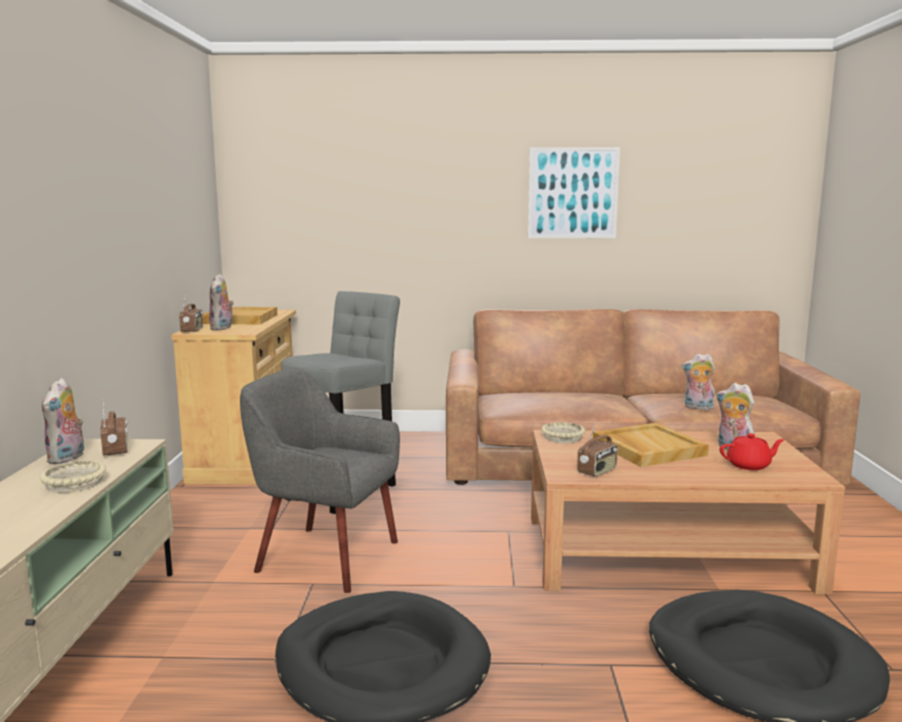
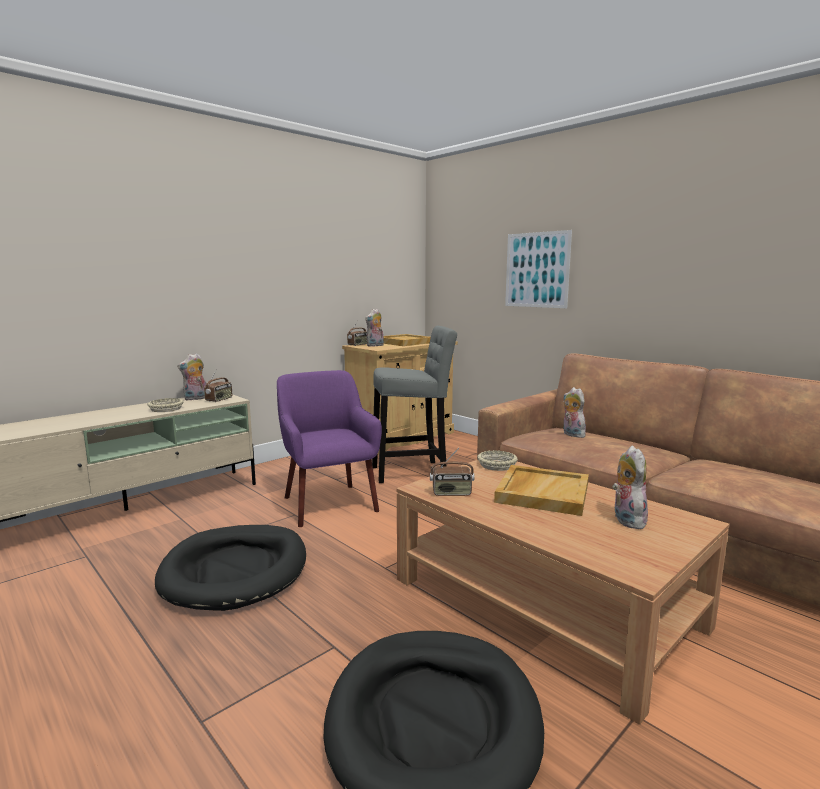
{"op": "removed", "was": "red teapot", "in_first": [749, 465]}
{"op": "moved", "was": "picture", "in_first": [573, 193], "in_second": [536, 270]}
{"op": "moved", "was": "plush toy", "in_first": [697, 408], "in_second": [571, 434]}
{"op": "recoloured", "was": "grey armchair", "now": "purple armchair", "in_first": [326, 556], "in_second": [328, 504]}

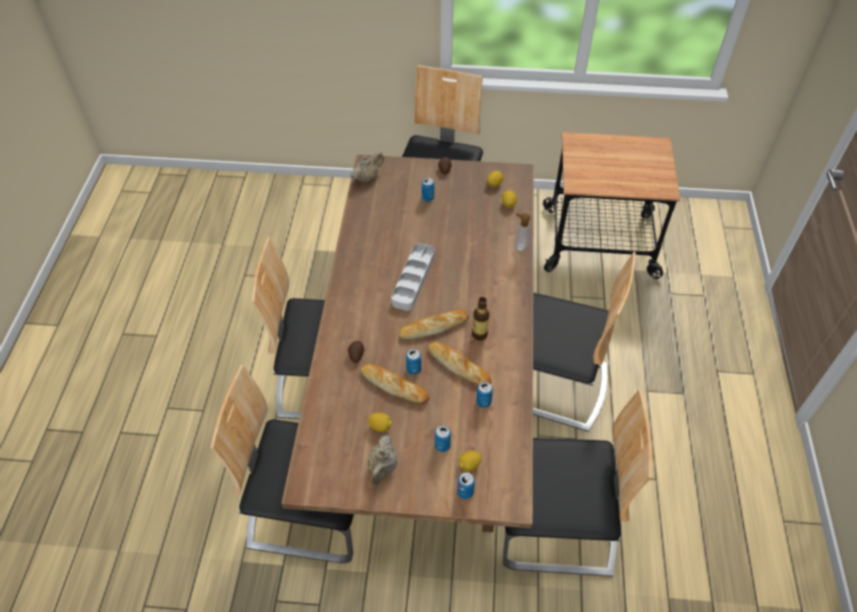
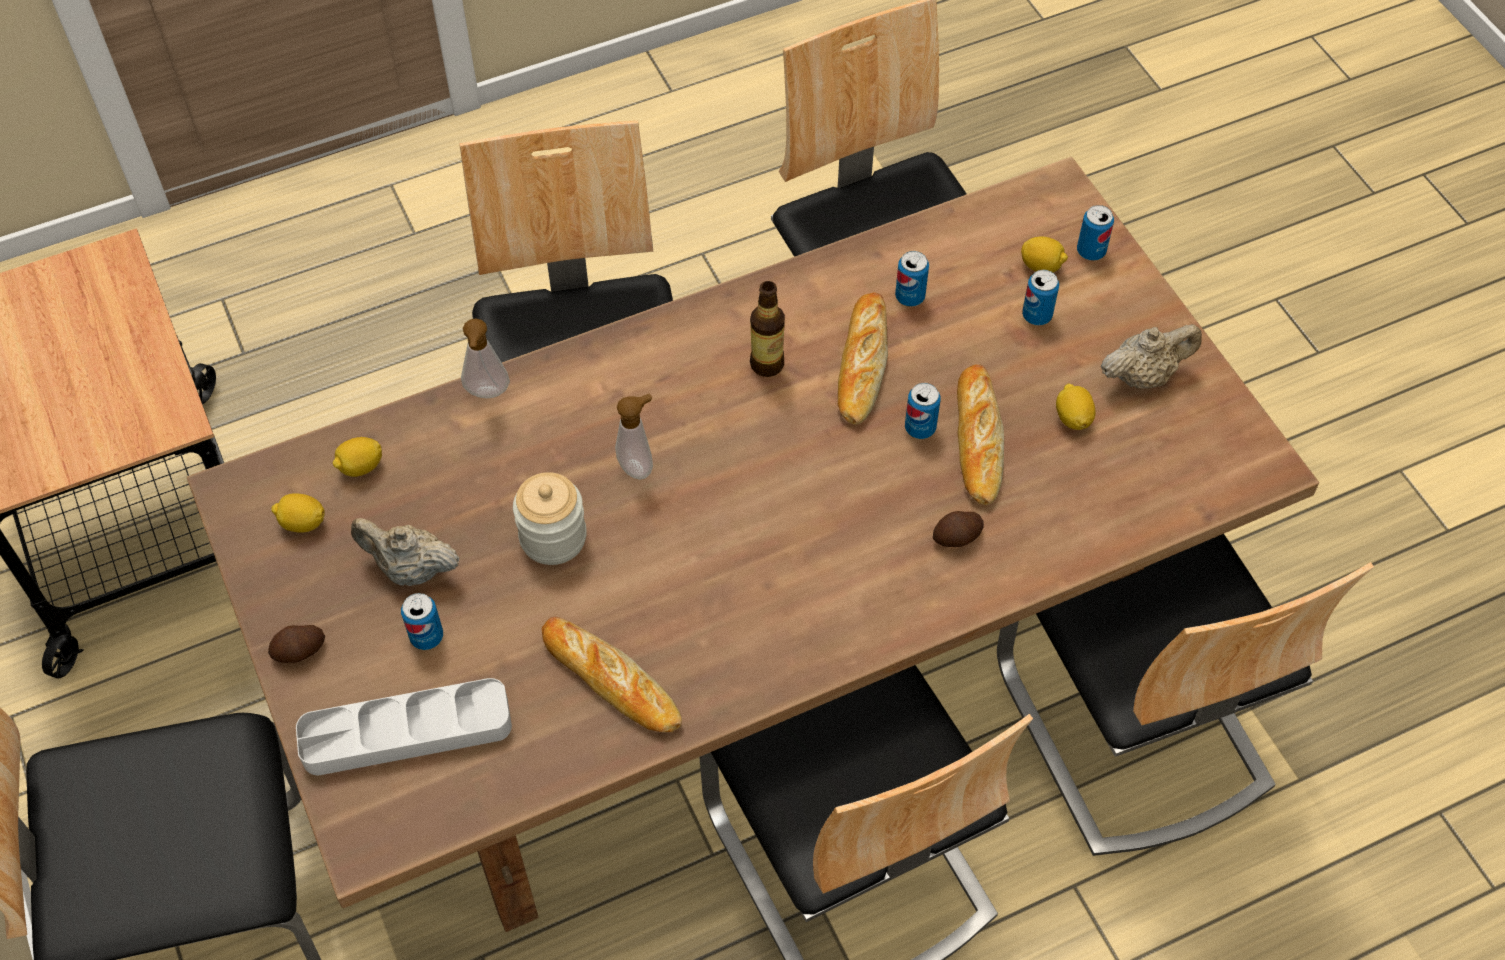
{"op": "added", "now": "jar", "in_second": [553, 537]}
{"op": "added", "now": "soap dispenser", "in_second": [638, 466]}
{"op": "moved", "was": "beige teapot", "in_first": [367, 177], "in_second": [410, 569]}
{"op": "moved", "was": "grey tray", "in_first": [413, 279], "in_second": [406, 732]}
{"op": "moved", "was": "bread", "in_first": [433, 327], "in_second": [611, 680]}

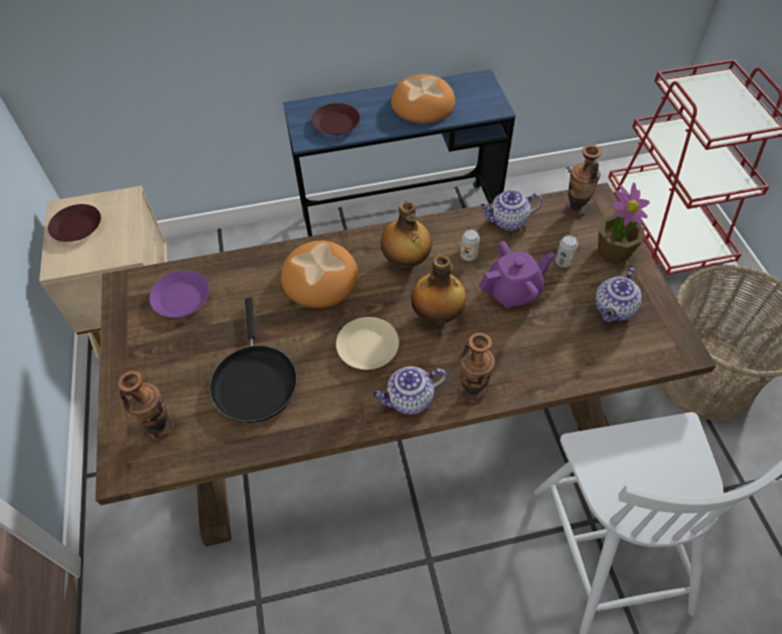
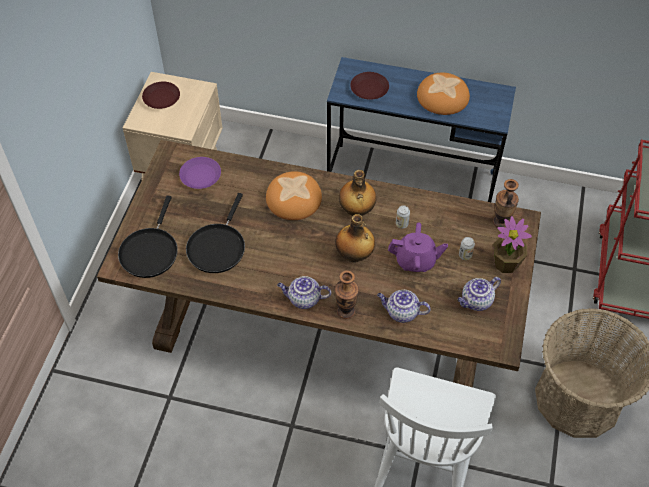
{"op": "removed", "was": "beige plate", "in_first": [368, 347]}
{"op": "moved", "was": "teapot", "in_first": [507, 221], "in_second": [401, 312]}
{"op": "replaced", "was": "vase", "now": "black frying pan", "in_first": [160, 427], "in_second": [150, 251]}

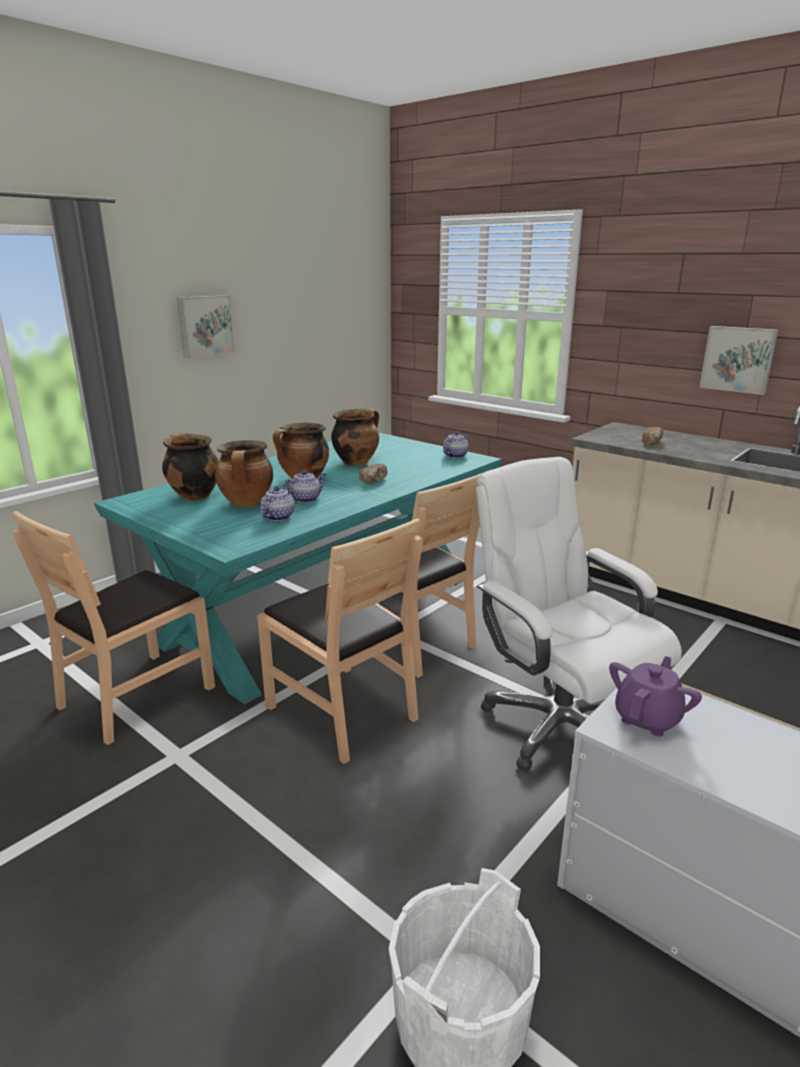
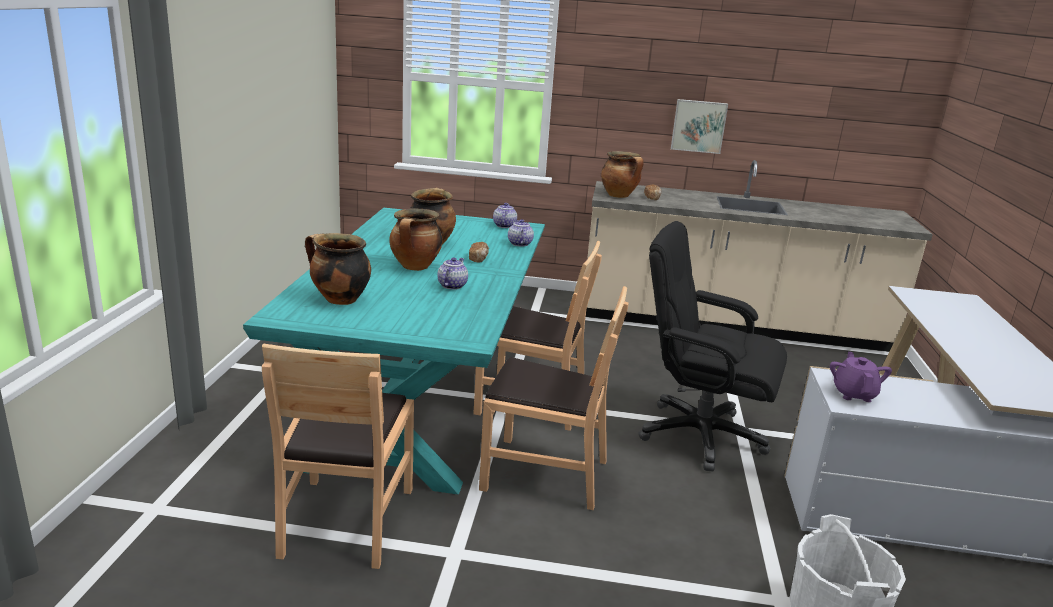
{"op": "removed", "was": "picture", "in_first": [205, 325]}
{"op": "moved", "was": "cooking pot", "in_first": [247, 504], "in_second": [619, 196]}
{"op": "moved", "was": "teapot", "in_first": [278, 517], "in_second": [519, 243]}
{"op": "recoloured", "was": "white office chair", "now": "black office chair", "in_first": [559, 725], "in_second": [699, 435]}

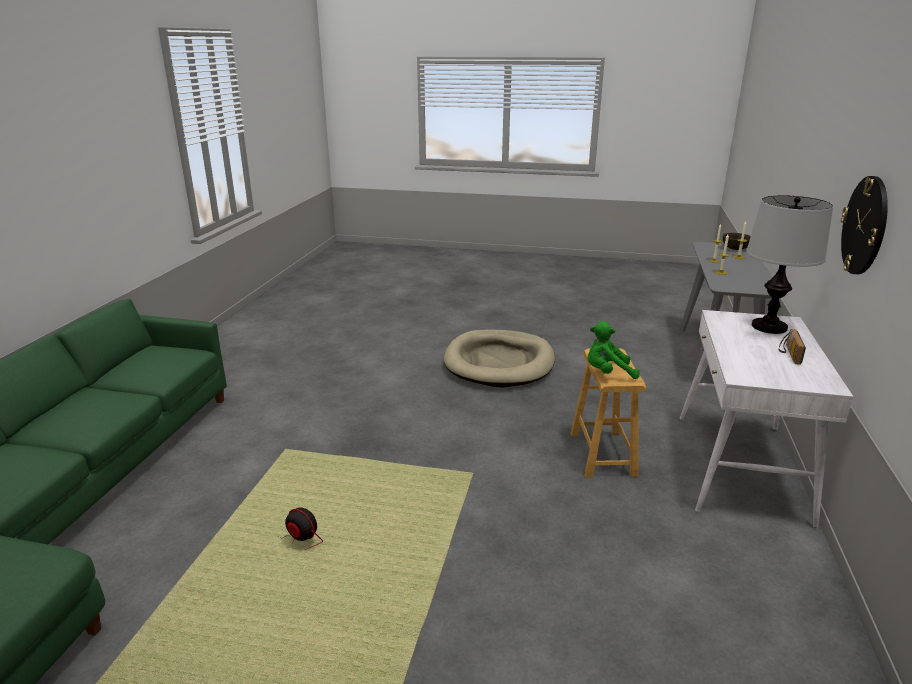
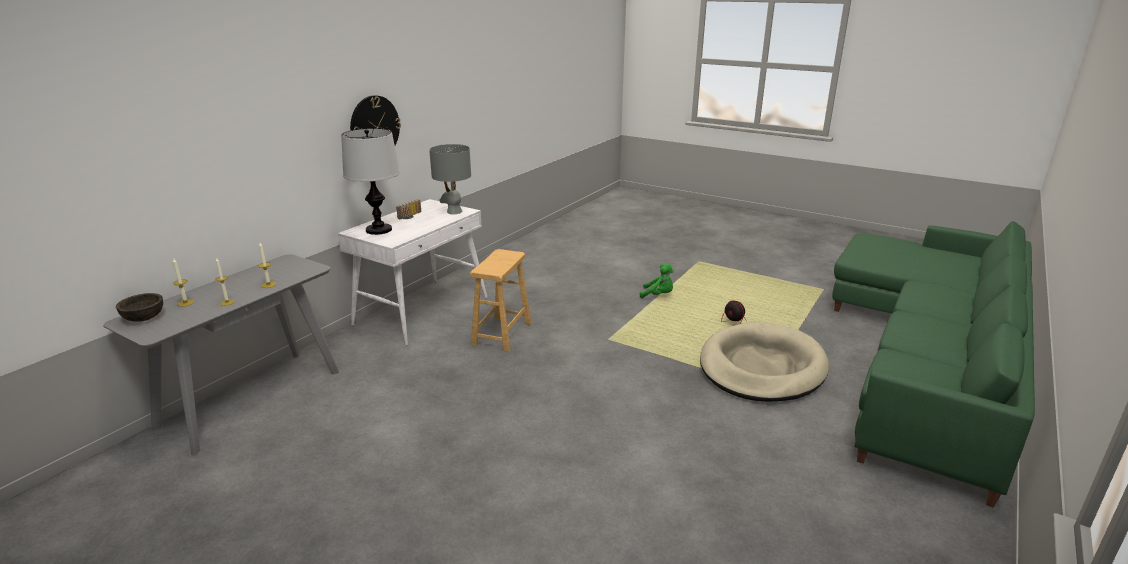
{"op": "added", "now": "grey table lamp", "in_second": [454, 211]}
{"op": "moved", "was": "beige dog bed", "in_first": [499, 362], "in_second": [761, 367]}
{"op": "moved", "was": "green plush toy", "in_first": [608, 373], "in_second": [658, 295]}

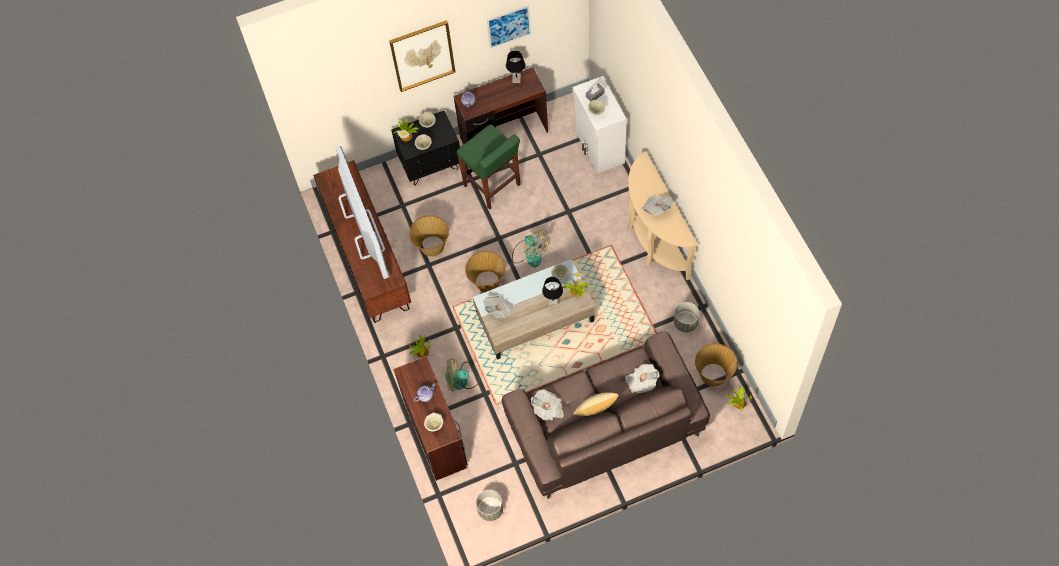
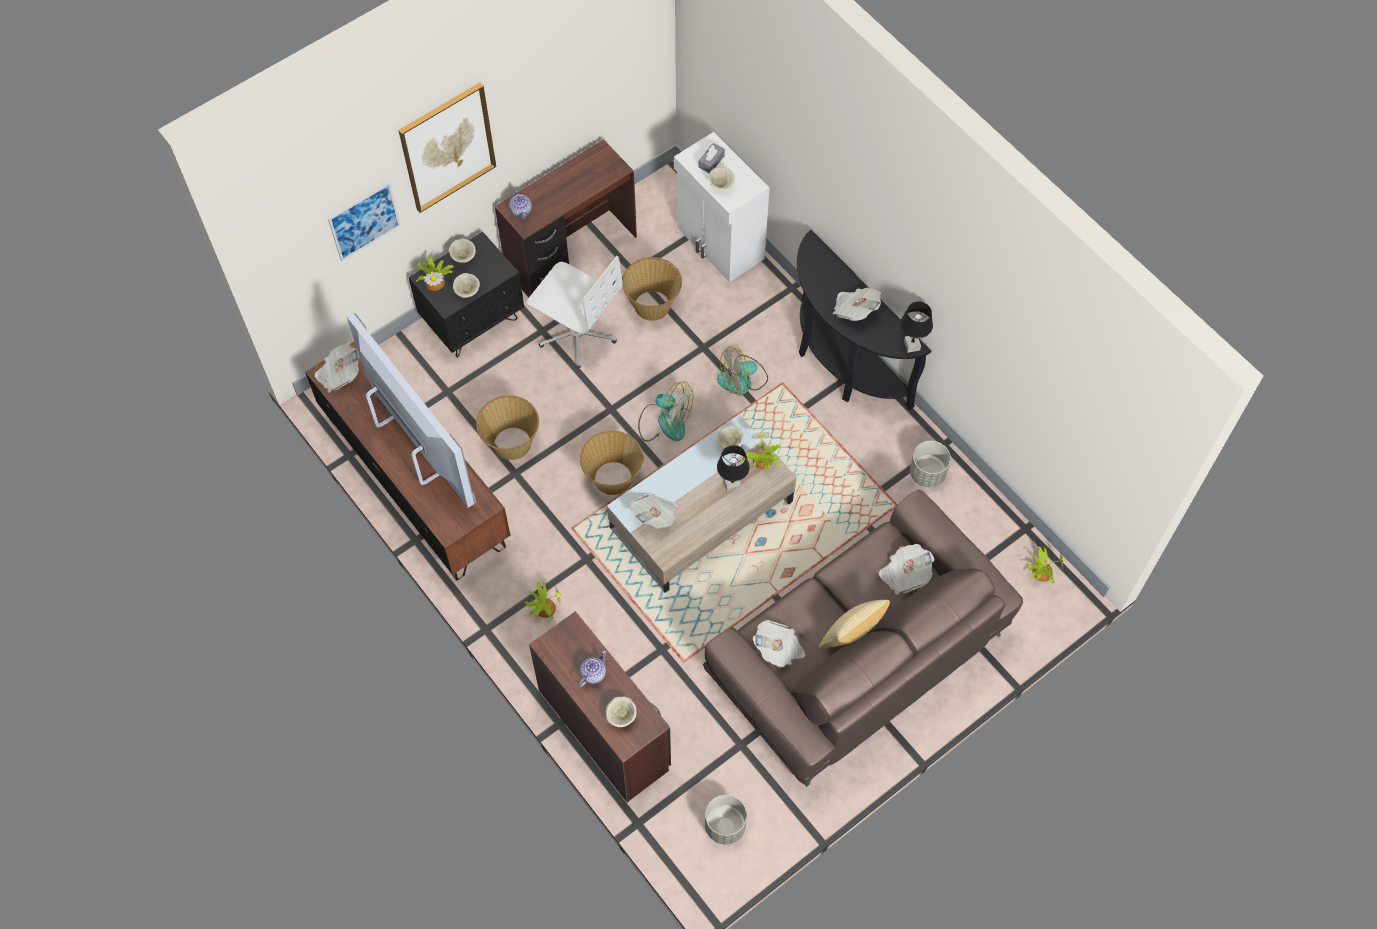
{"op": "added", "now": "newspaper", "in_second": [339, 374]}
{"op": "moved", "was": "fan", "in_first": [462, 379], "in_second": [742, 380]}
{"op": "moved", "was": "picture", "in_first": [509, 26], "in_second": [364, 221]}
{"op": "moved", "was": "black table lamp", "in_first": [516, 79], "in_second": [911, 345]}
{"op": "moved", "was": "basket", "in_first": [713, 374], "in_second": [652, 305]}
{"op": "replaced", "was": "green stool", "now": "white office chair", "in_first": [492, 186], "in_second": [577, 333]}
{"op": "recoloured", "was": "beige console table", "now": "black console table", "in_first": [653, 240], "in_second": [841, 363]}

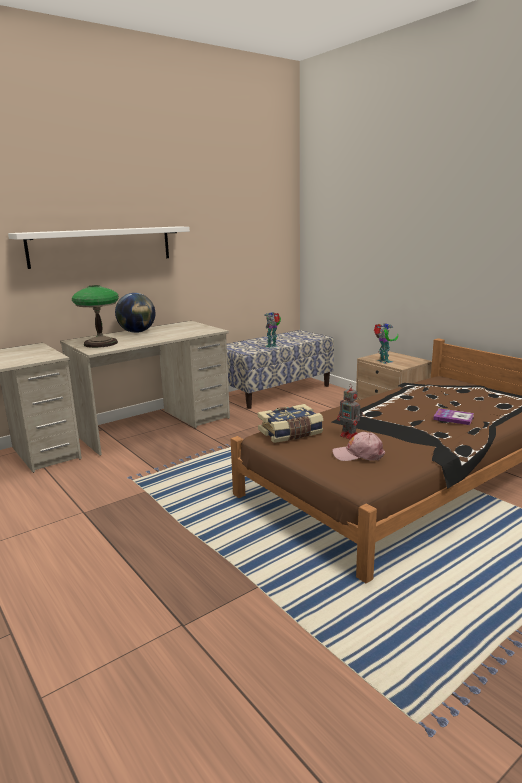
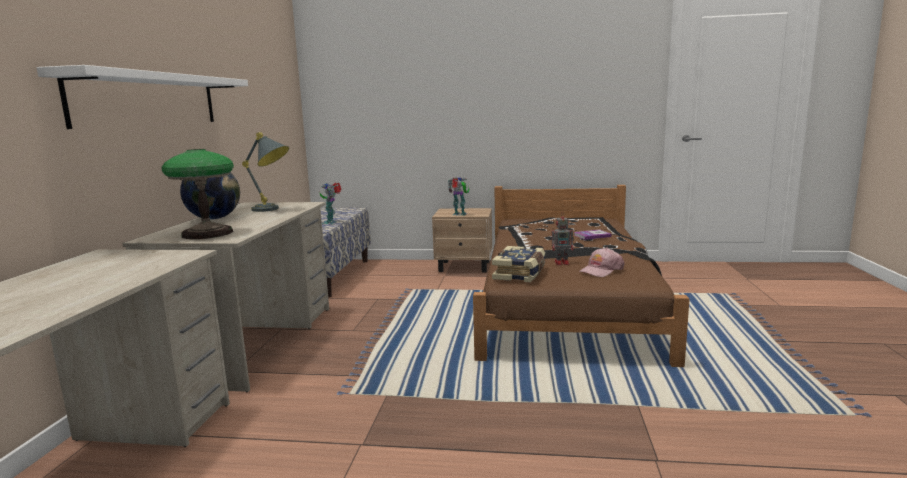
{"op": "added", "now": "grey table lamp", "in_second": [273, 209]}

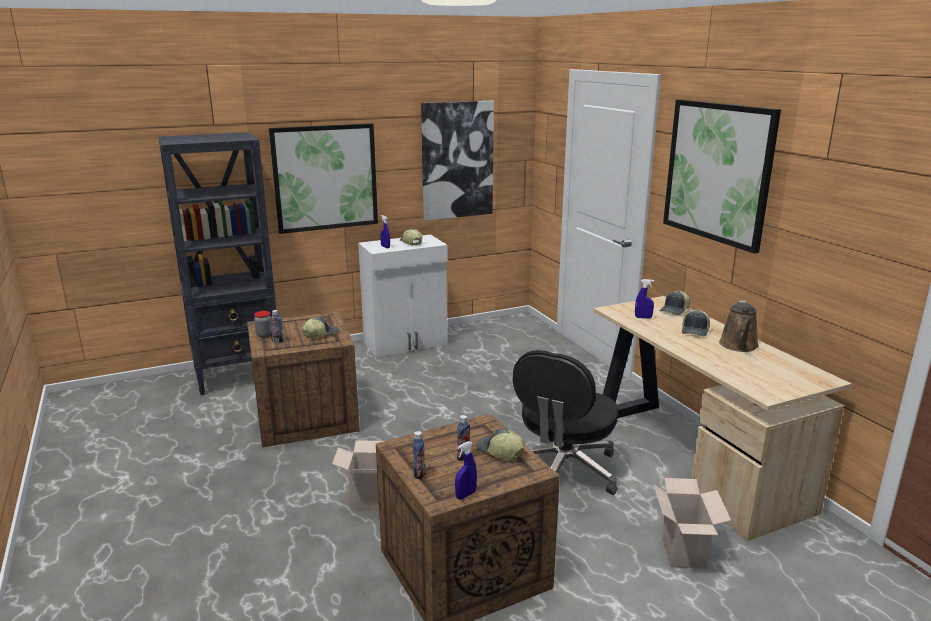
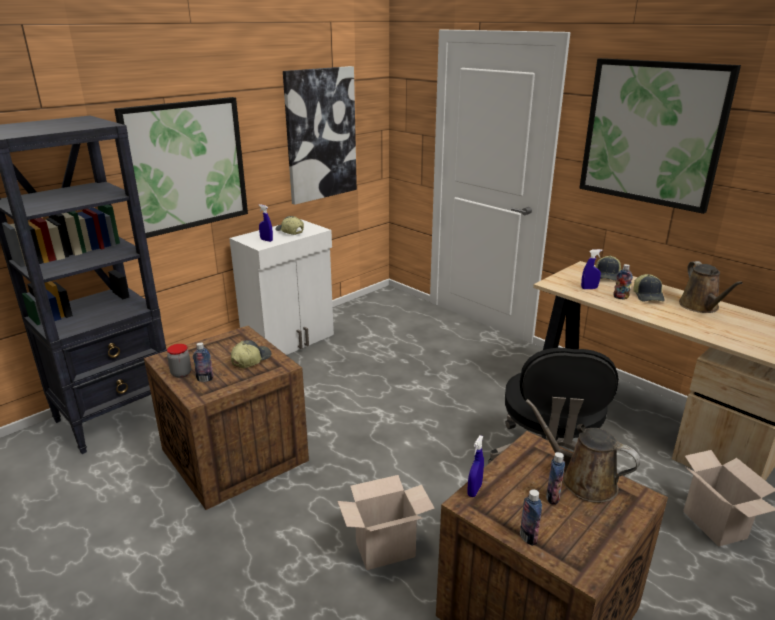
{"op": "added", "now": "bottle", "in_second": [620, 297]}
{"op": "moved", "was": "blue spray bottle", "in_first": [465, 495], "in_second": [474, 490]}
{"op": "replaced", "was": "cap", "now": "brown watering can", "in_first": [499, 452], "in_second": [583, 481]}

